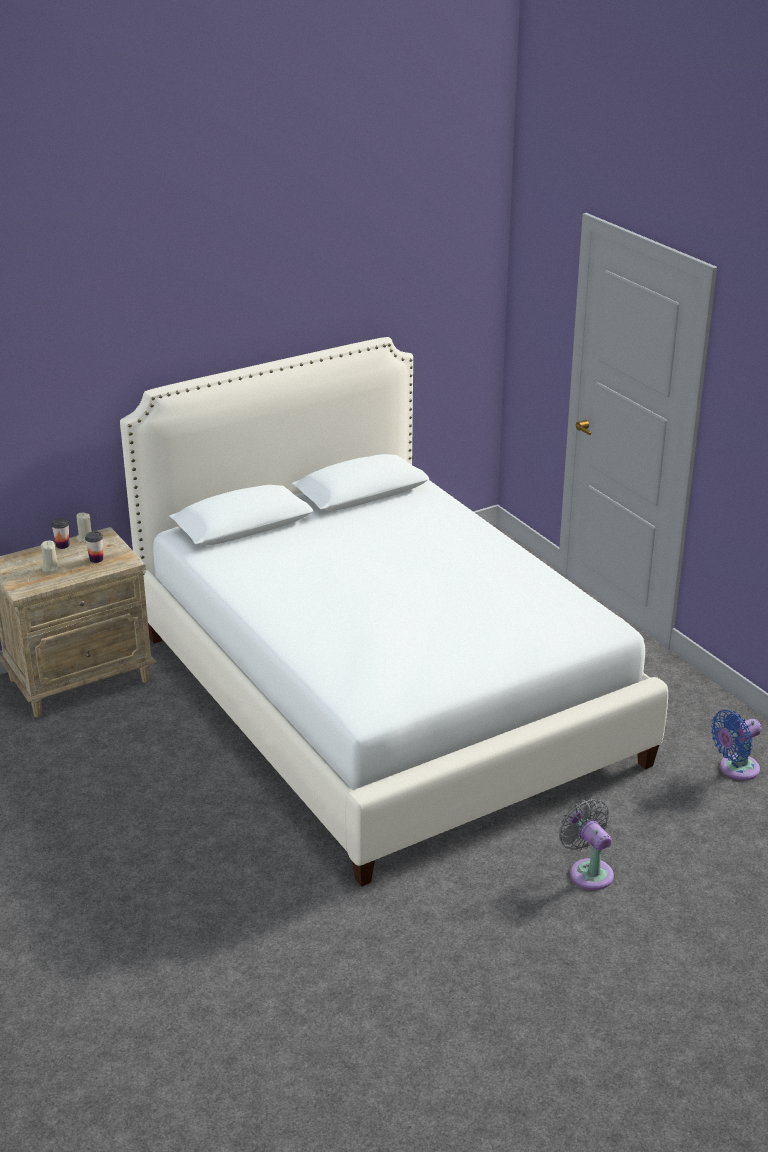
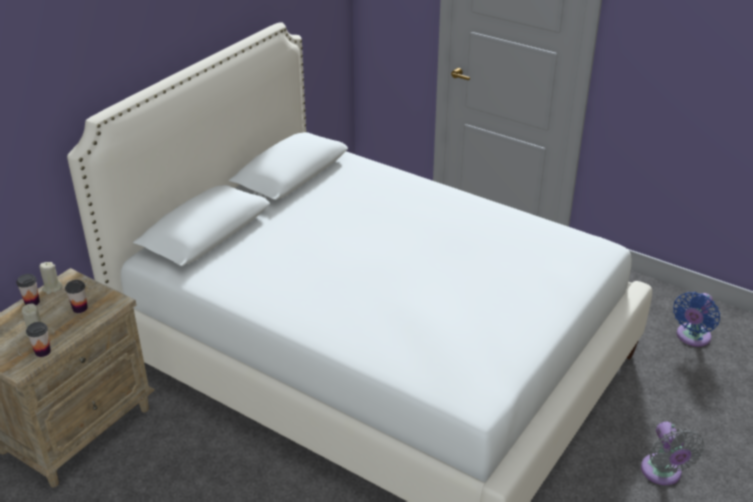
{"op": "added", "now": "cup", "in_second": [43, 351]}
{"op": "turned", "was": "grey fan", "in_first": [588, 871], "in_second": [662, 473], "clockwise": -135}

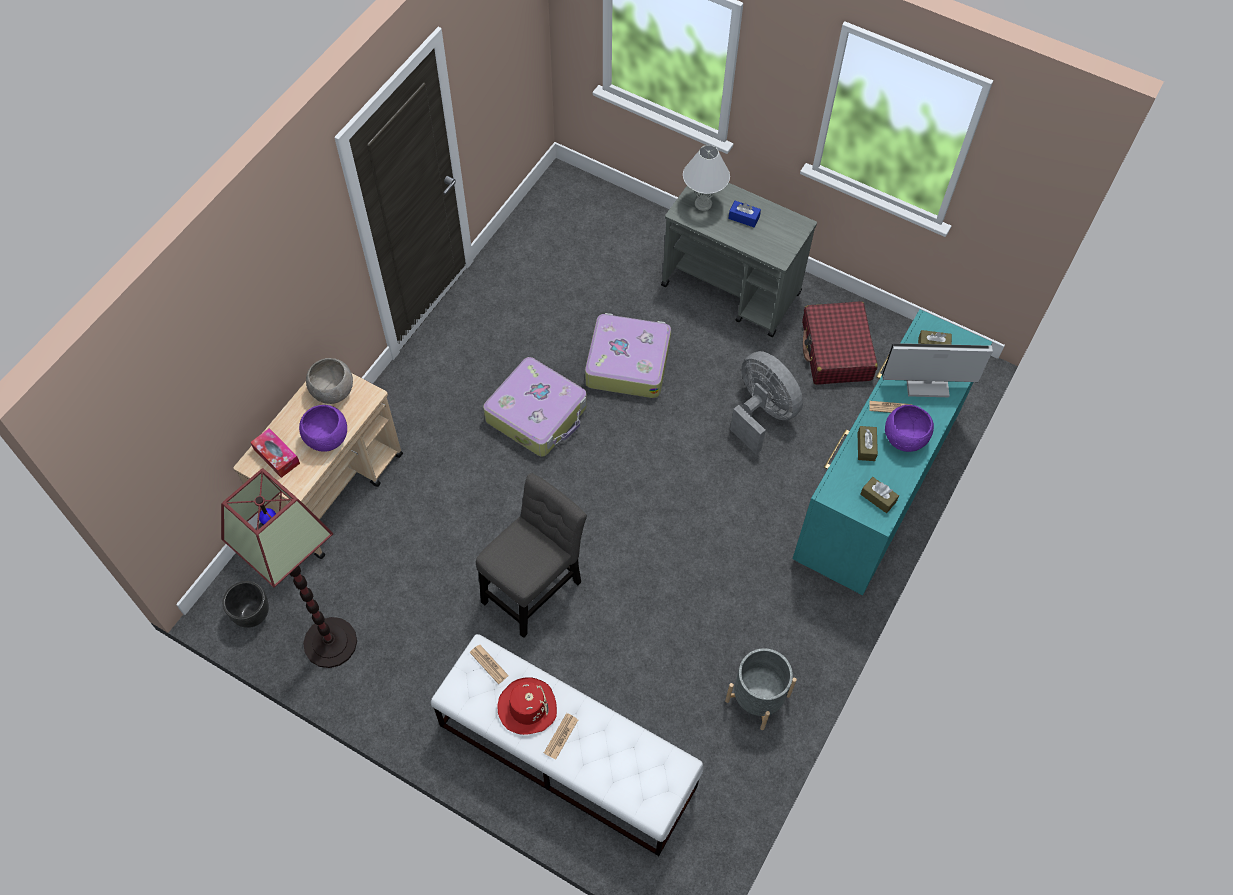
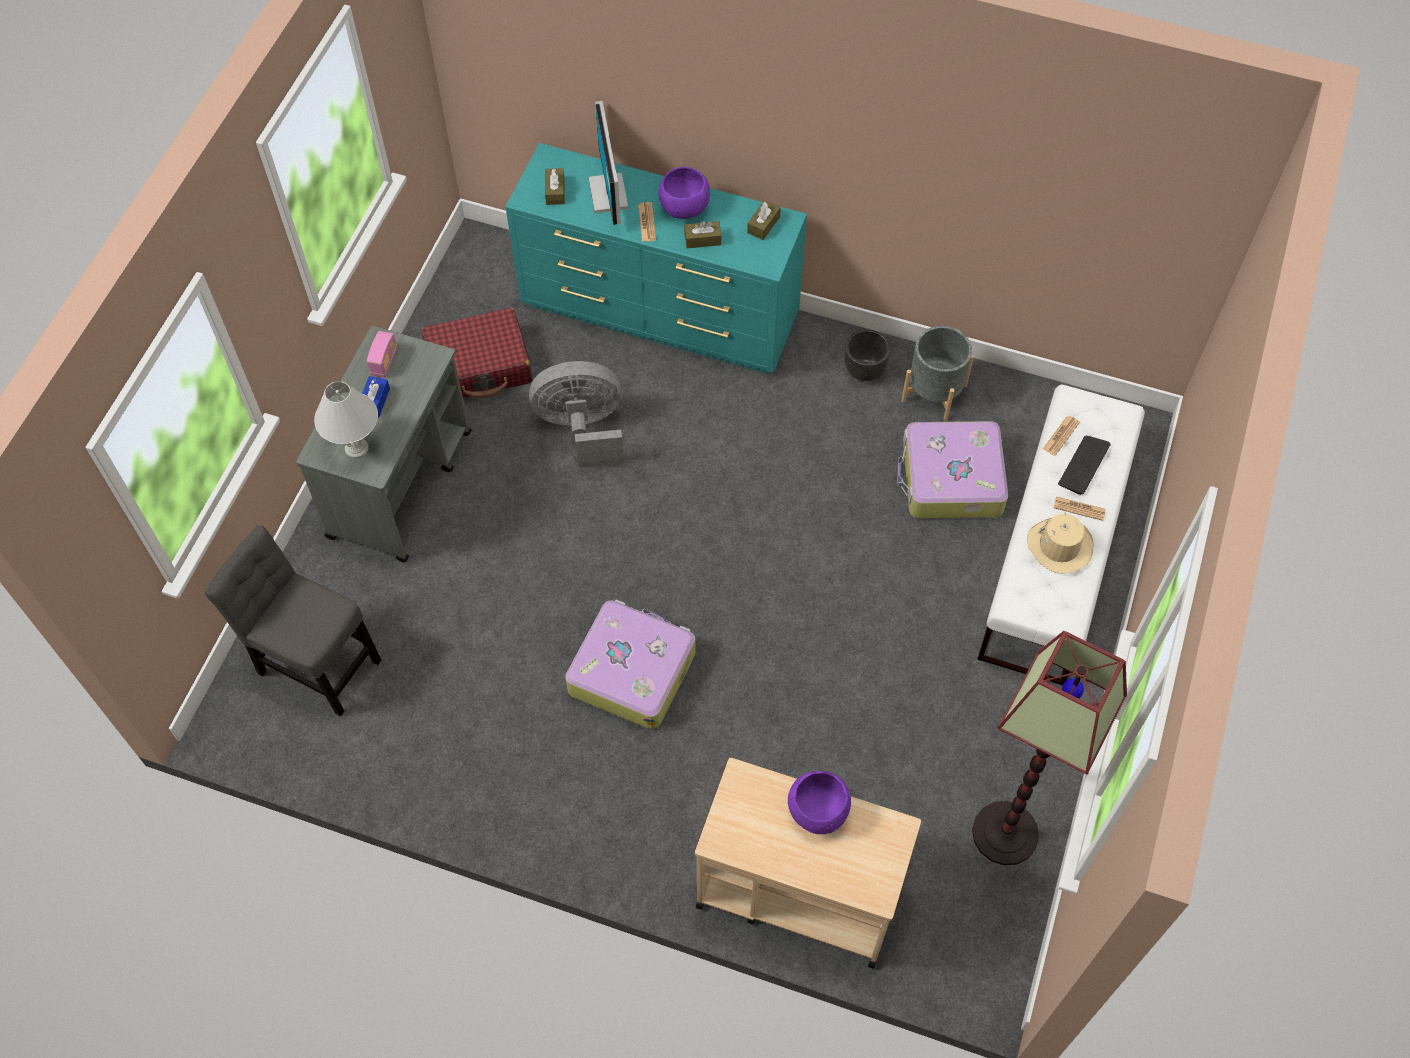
{"op": "removed", "was": "tissue box", "in_first": [277, 456]}
{"op": "removed", "was": "grey bowl", "in_first": [333, 391]}
{"op": "added", "now": "radio", "in_second": [384, 362]}
{"op": "added", "now": "keyboard", "in_second": [1083, 465]}
{"op": "moved", "was": "black planter", "in_first": [252, 615], "in_second": [864, 371]}
{"op": "moved", "was": "newspaper", "in_first": [489, 664], "in_second": [1061, 436]}
{"op": "moved", "was": "grey chair", "in_first": [534, 587], "in_second": [315, 662]}
{"op": "moved", "was": "suitcase", "in_first": [627, 362], "in_second": [950, 480]}
{"op": "recoloured", "was": "red hat", "now": "beige hat", "in_first": [527, 707], "in_second": [1059, 546]}
{"op": "turned", "was": "grey fan", "in_first": [762, 413], "in_second": [582, 429], "clockwise": 45}

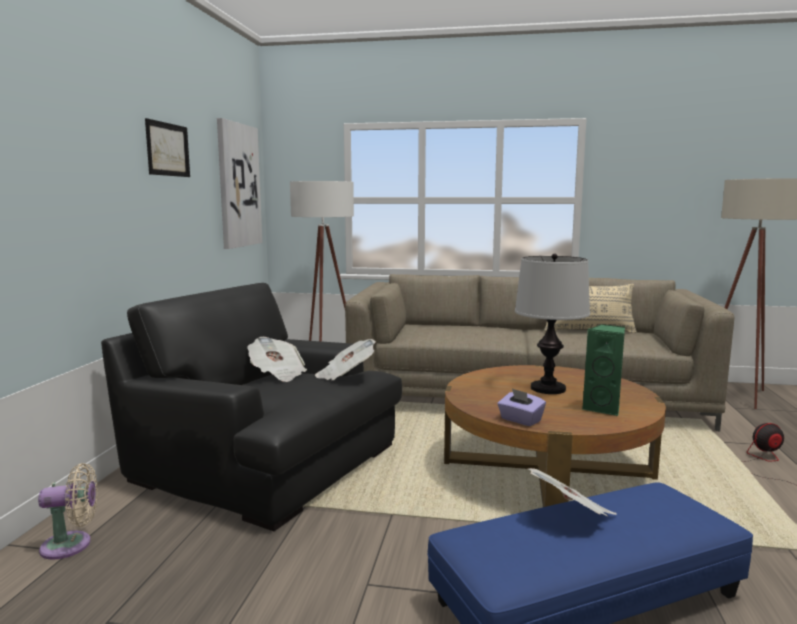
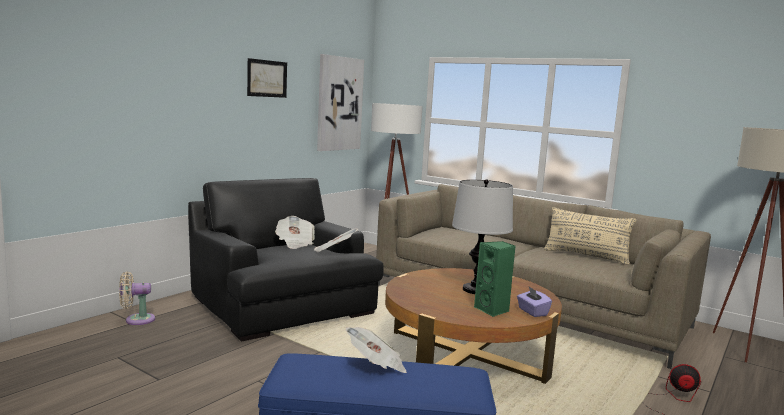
{"op": "moved", "was": "purple tissue box", "in_first": [520, 420], "in_second": [532, 312]}
{"op": "turned", "was": "beige fan", "in_first": [71, 545], "in_second": [136, 320], "clockwise": 150}

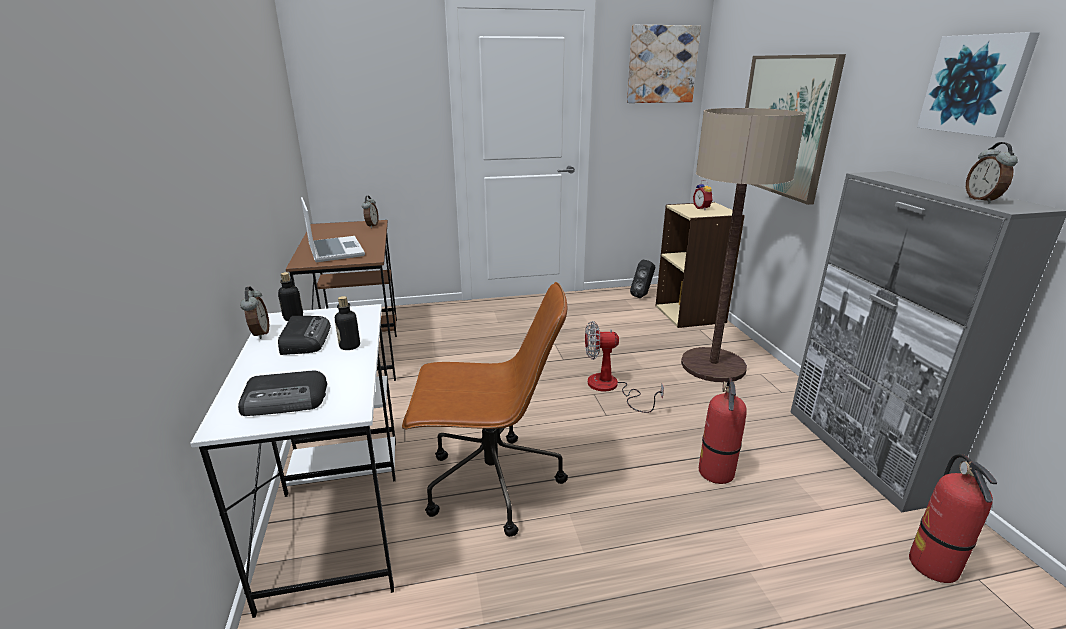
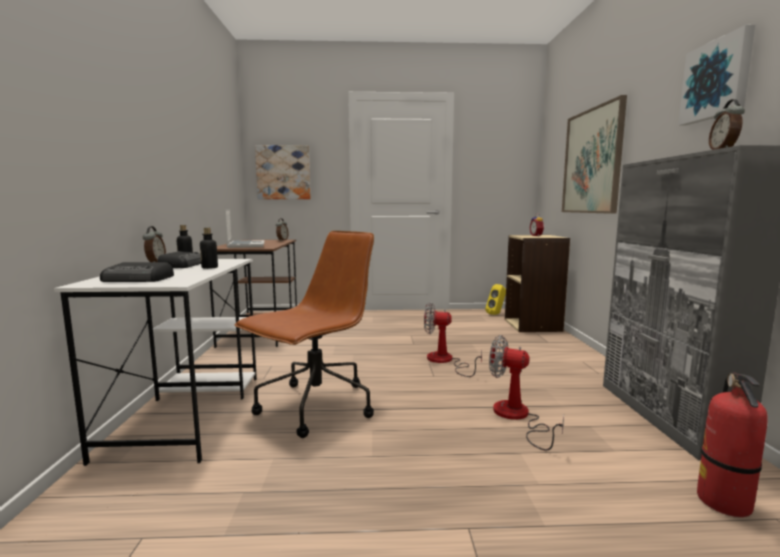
{"op": "removed", "was": "floor lamp", "in_first": [713, 366]}
{"op": "moved", "was": "picture", "in_first": [661, 64], "in_second": [283, 172]}
{"op": "replaced", "was": "fire extinguisher", "now": "fan", "in_first": [716, 473], "in_second": [517, 417]}
{"op": "recoloured", "was": "black speaker", "now": "yellow speaker", "in_first": [642, 295], "in_second": [496, 314]}
{"op": "turned", "was": "brown office chair", "in_first": [489, 484], "in_second": [315, 407], "clockwise": -60}

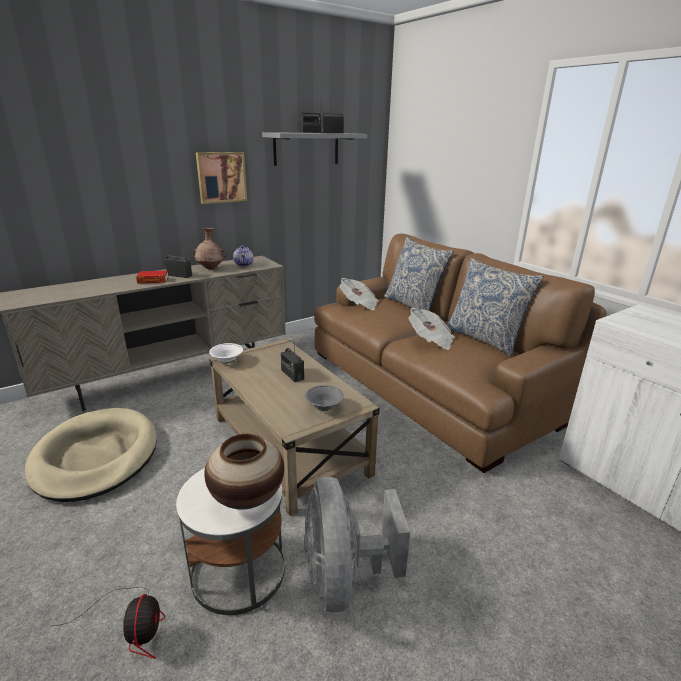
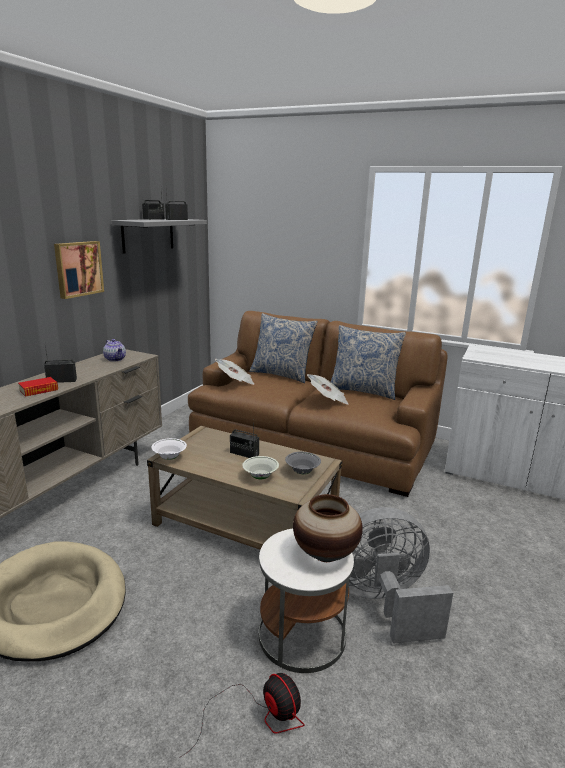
{"op": "removed", "was": "brown vase", "in_first": [211, 268]}
{"op": "added", "now": "white bowl", "in_second": [260, 477]}
{"op": "turned", "was": "grey fan", "in_first": [344, 577], "in_second": [383, 603], "clockwise": 120}

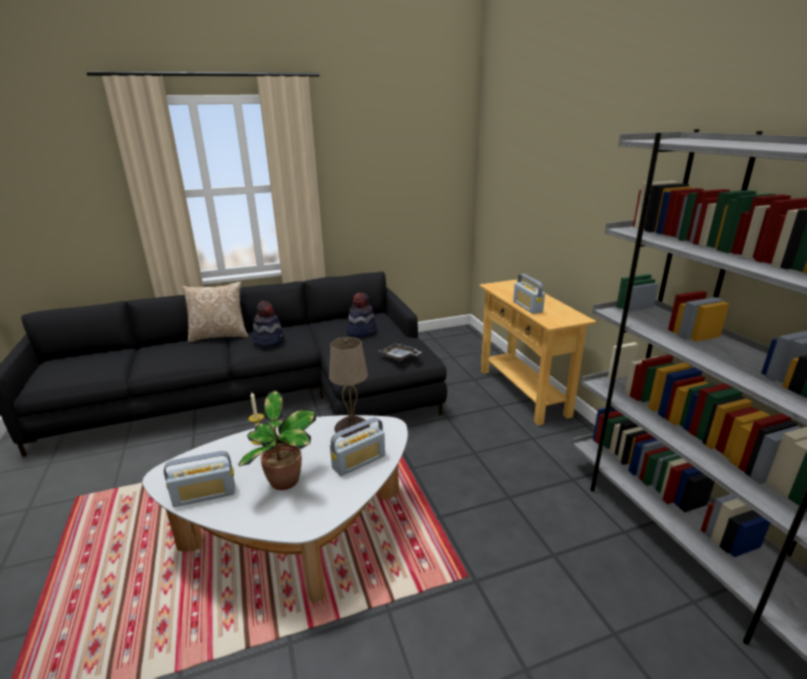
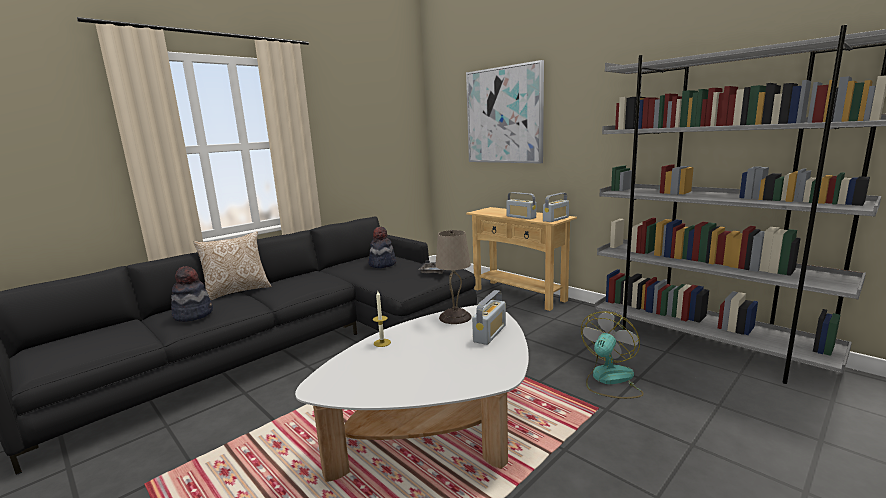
{"op": "removed", "was": "potted plant", "in_first": [285, 482]}
{"op": "added", "now": "picture", "in_second": [504, 115]}
{"op": "added", "now": "fan", "in_second": [609, 380]}
{"op": "moved", "was": "radio", "in_first": [205, 495], "in_second": [556, 219]}
{"op": "moved", "was": "hat", "in_first": [269, 341], "in_second": [193, 314]}

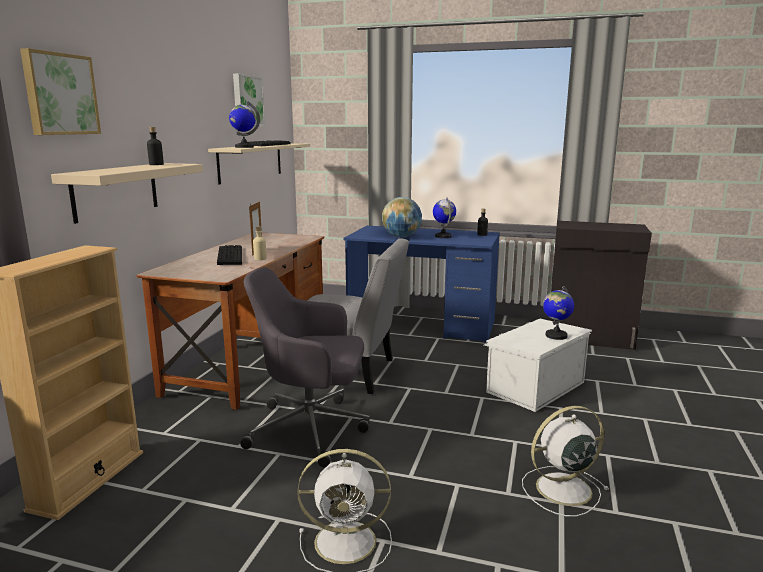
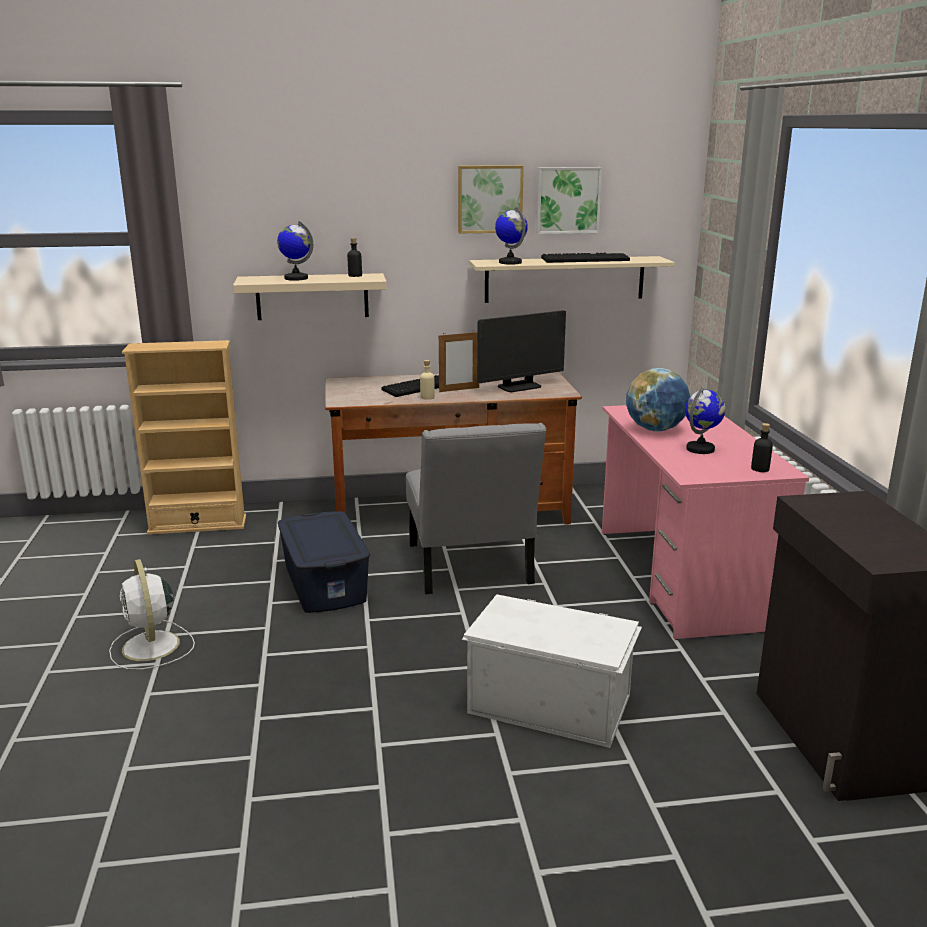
{"op": "removed", "was": "white fan", "in_first": [561, 489]}
{"op": "added", "now": "monitor", "in_second": [519, 386]}
{"op": "moved", "was": "picture", "in_first": [59, 94], "in_second": [489, 199]}
{"op": "moved", "was": "globe", "in_first": [555, 336], "in_second": [296, 278]}
{"op": "replaced", "was": "grey office chair", "now": "blue storage box", "in_first": [311, 429], "in_second": [325, 583]}
{"op": "recoloured", "was": "blue desk", "now": "pink desk", "in_first": [422, 325], "in_second": [682, 577]}

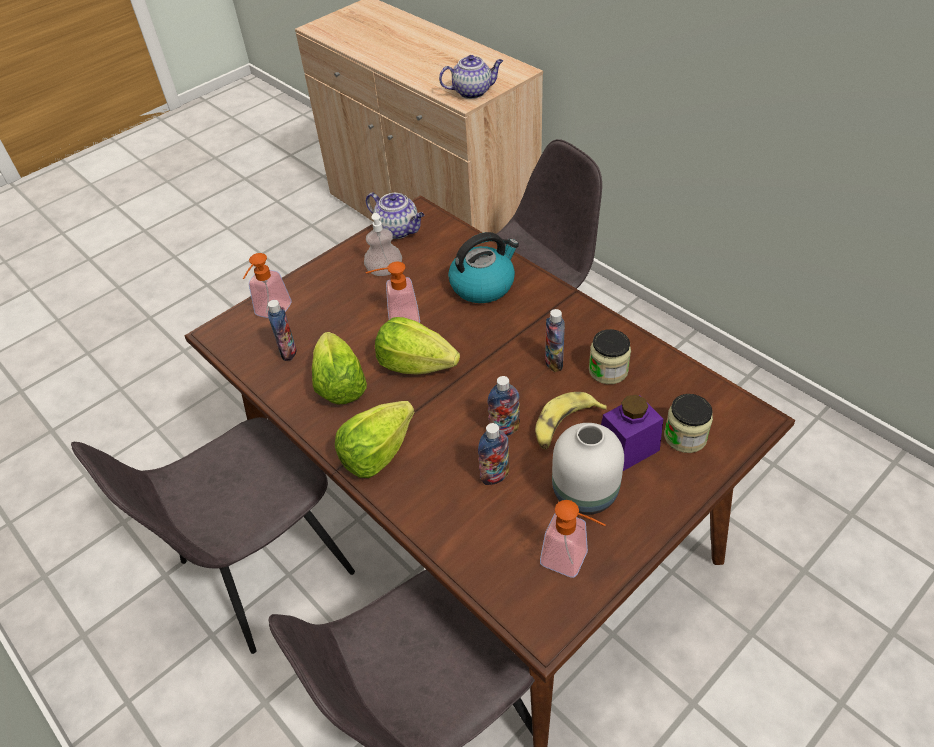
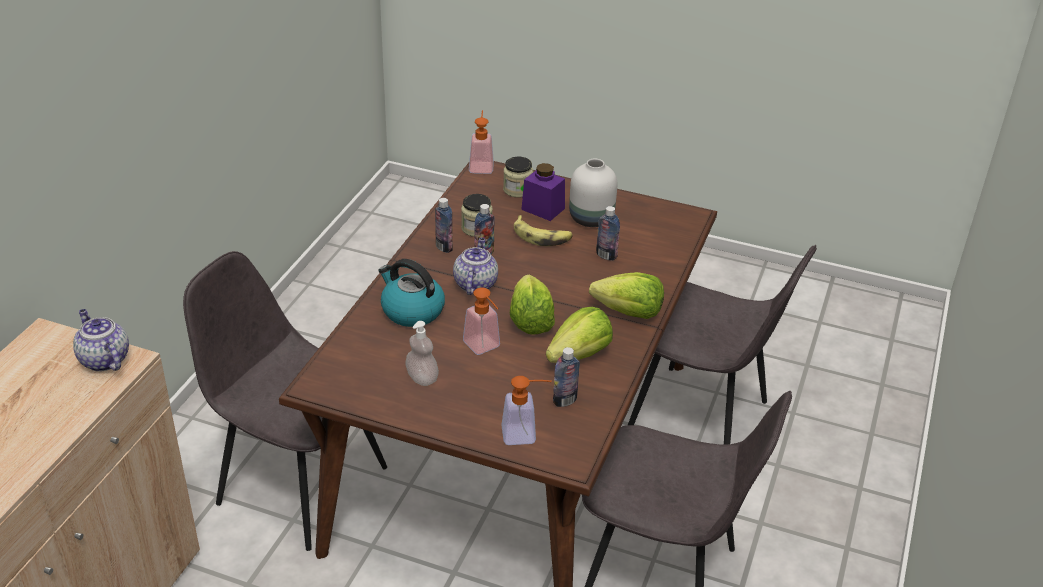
{"op": "moved", "was": "teapot", "in_first": [399, 230], "in_second": [475, 284]}
{"op": "moved", "was": "bottle", "in_first": [504, 429], "in_second": [444, 247]}
{"op": "moved", "was": "soap dispenser", "in_first": [572, 561], "in_second": [481, 165]}

